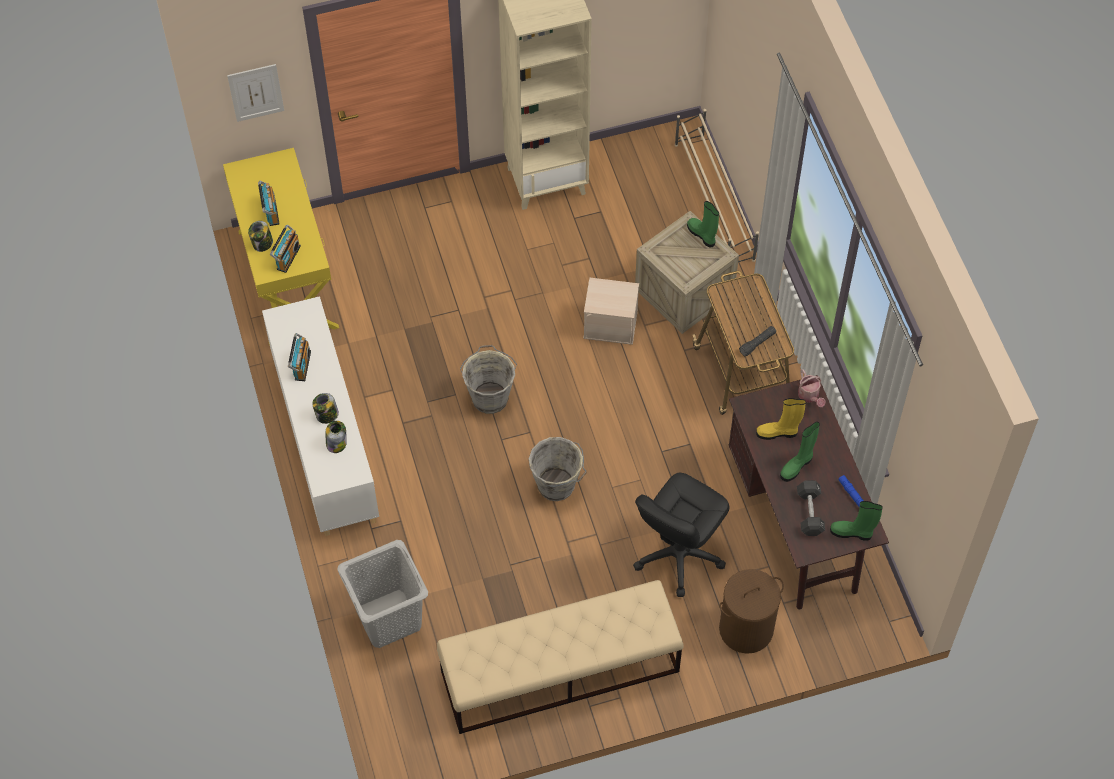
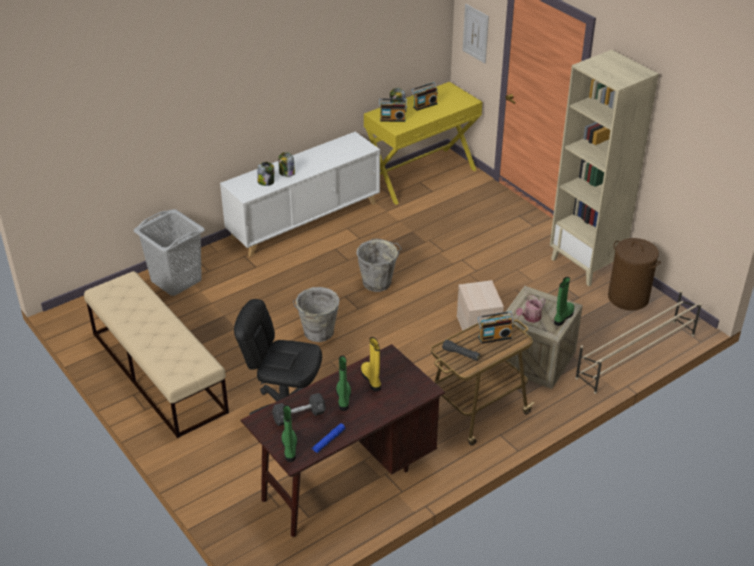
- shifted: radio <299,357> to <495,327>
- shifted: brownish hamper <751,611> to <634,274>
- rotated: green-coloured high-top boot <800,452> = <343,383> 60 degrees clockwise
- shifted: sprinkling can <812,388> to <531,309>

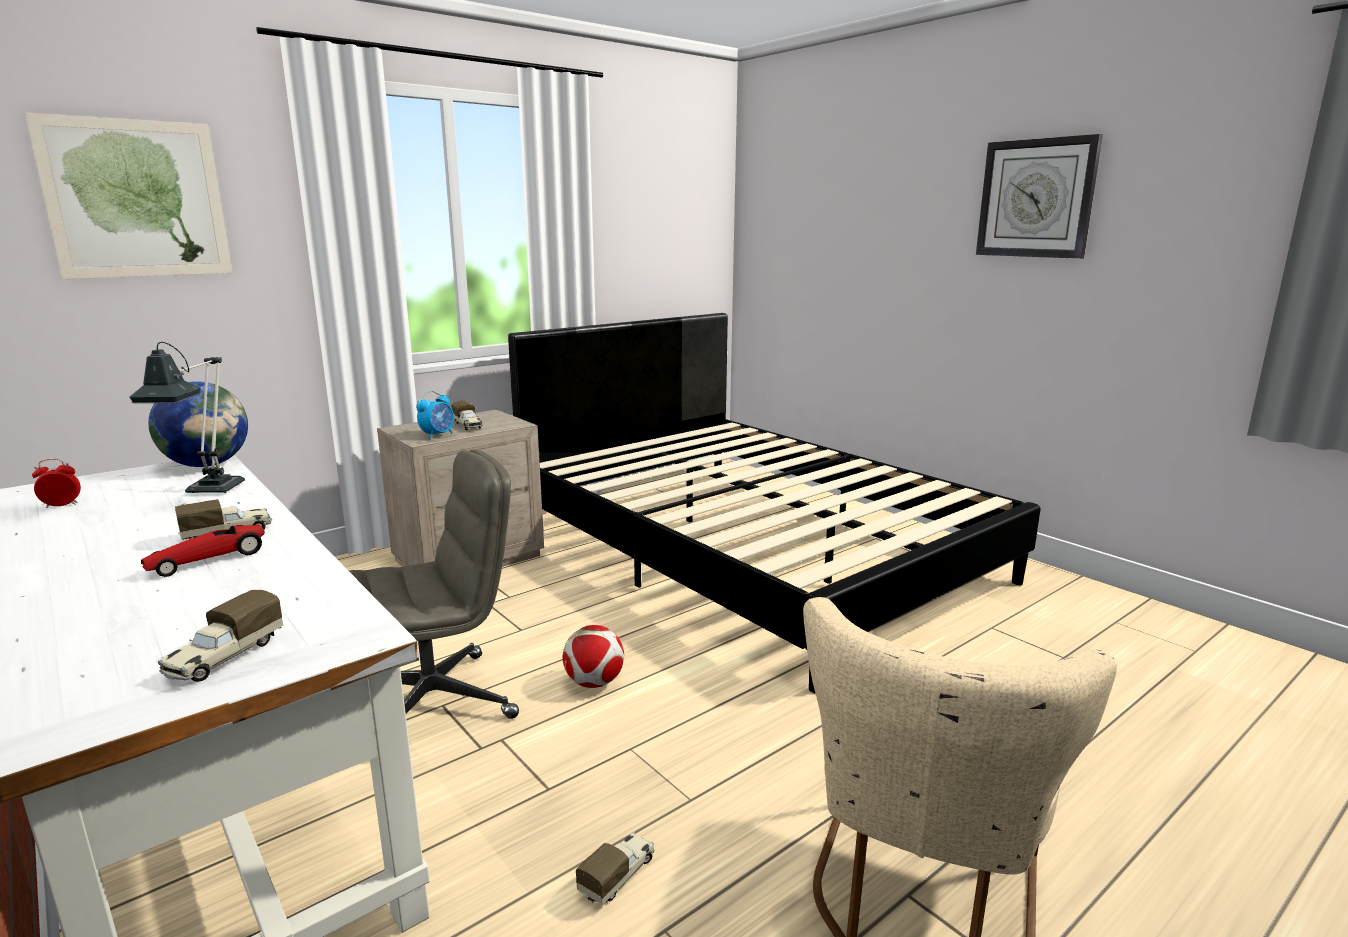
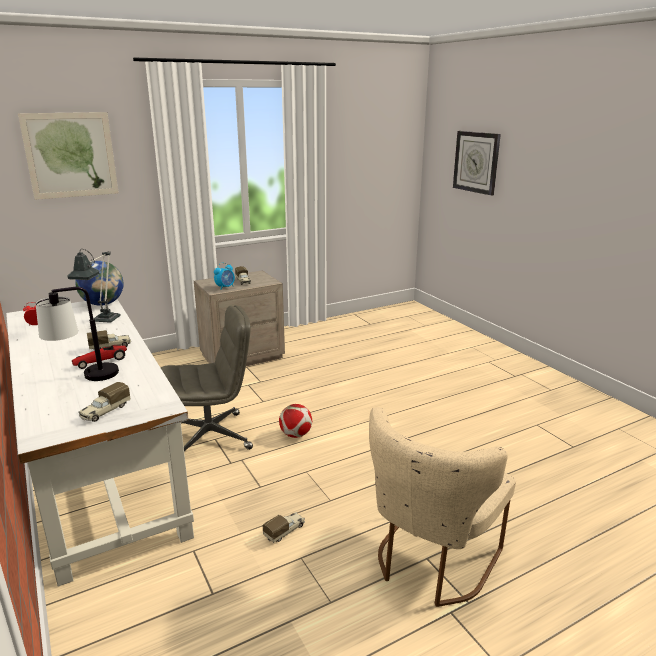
- gone: black sleeping bed <774,503>
- shifted: hanging clock <1039,196> to <477,163>
- new: tabletop lamp <77,334>

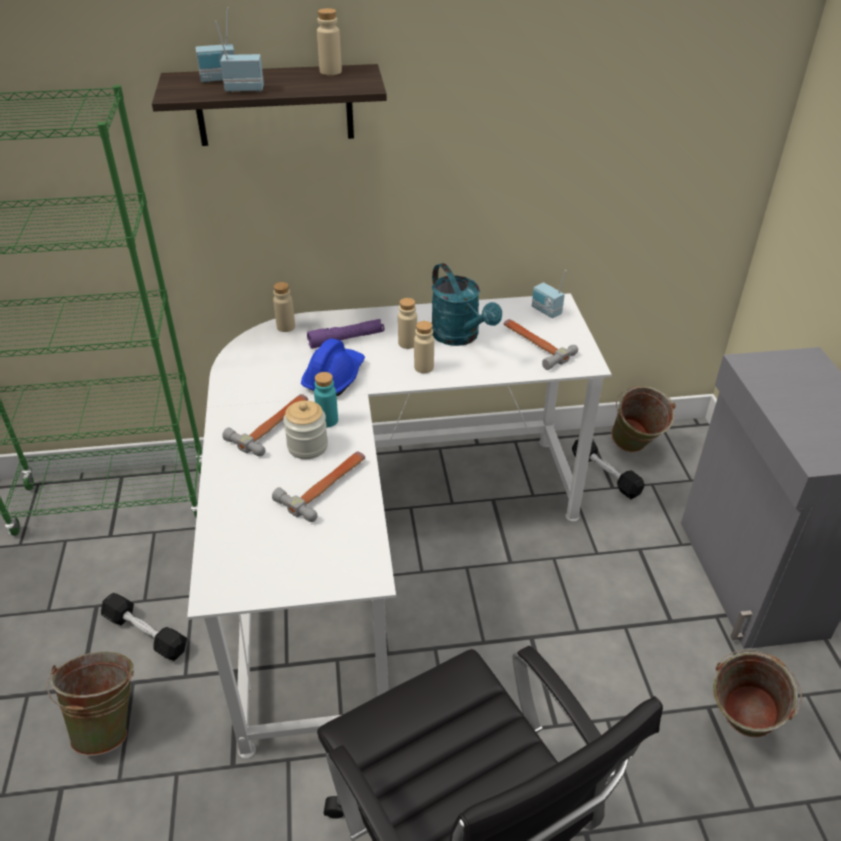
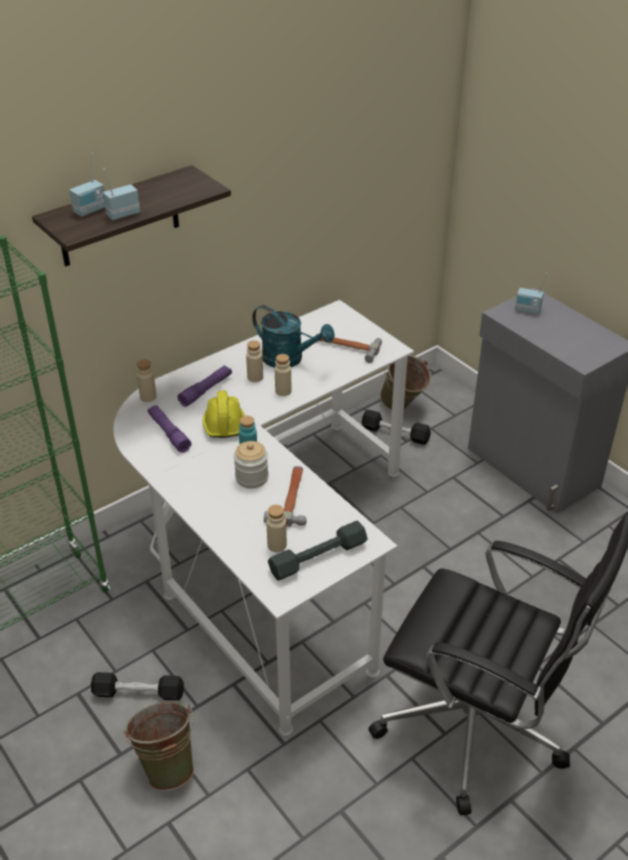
- gone: hammer <265,425>
- repainted: blue hard hat <333,367> to yellow-coloured hard hat <223,414>
- shifted: beige-coloured drink bottle <329,41> to <276,528>
- shifted: radio <549,294> to <531,293>
- gone: green-coloured water bucket <757,693>
- new: purplish torch <169,429>
- new: greyish free weight <318,550>

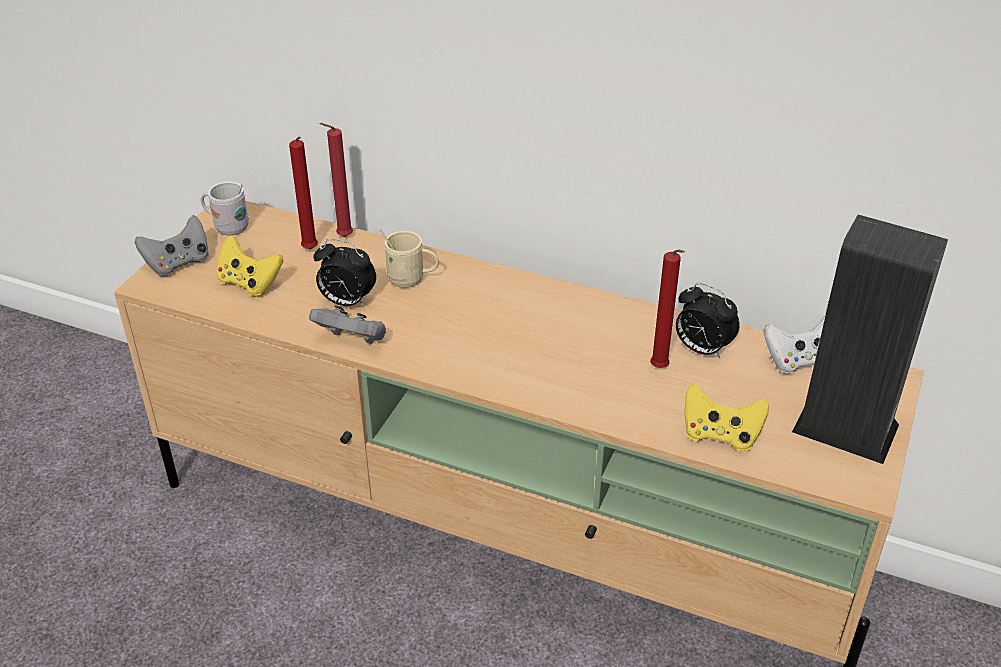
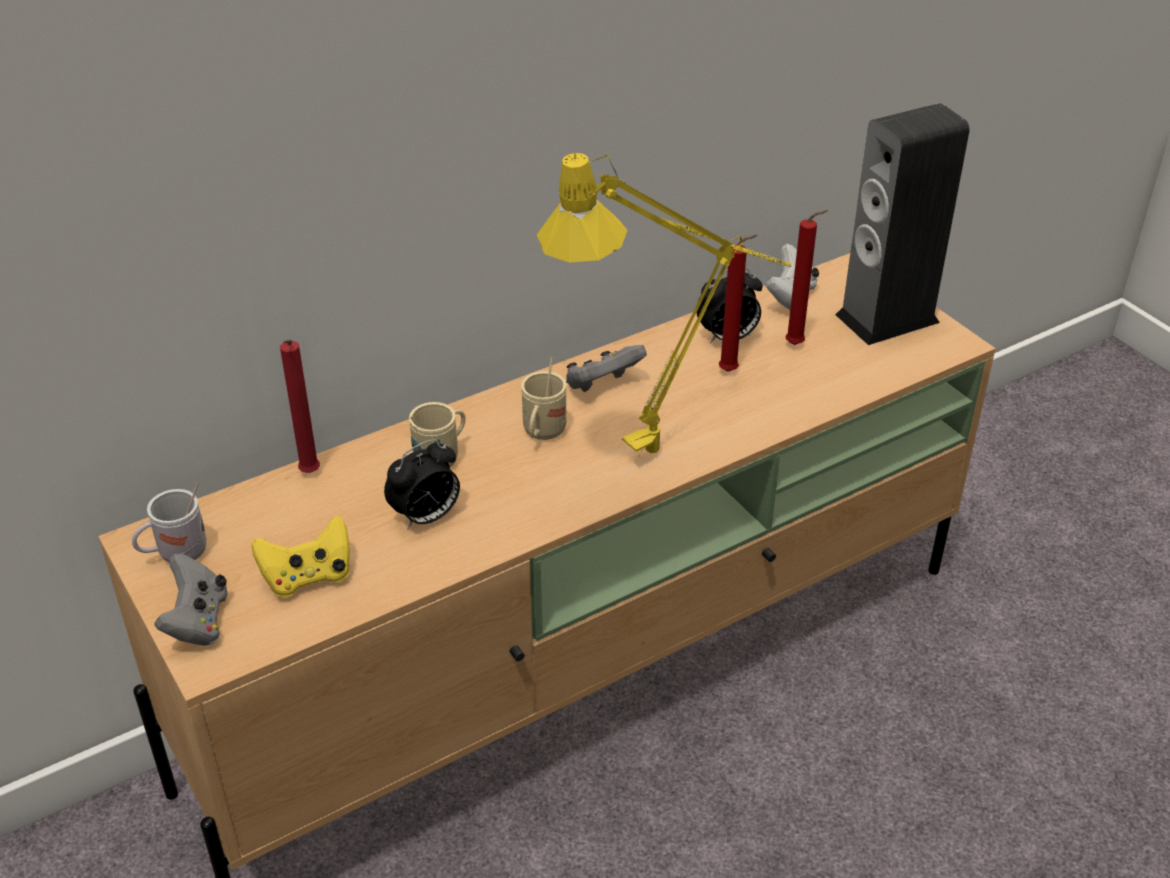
- shifted: red candle <303,193> to <806,277>
- shifted: greyish game controller <347,325> to <606,368>
- gone: yellow-coloured game controller <727,417>
- new: beige-coloured tea mug <544,398>
- new: yellow-coloured tabletop lamp <664,305>

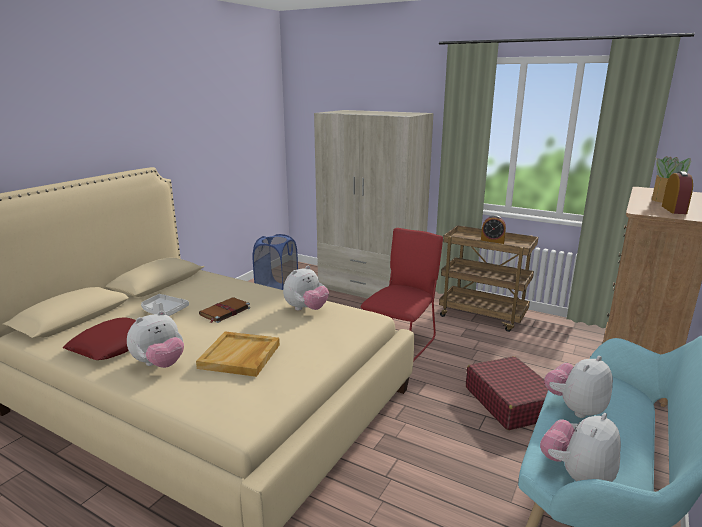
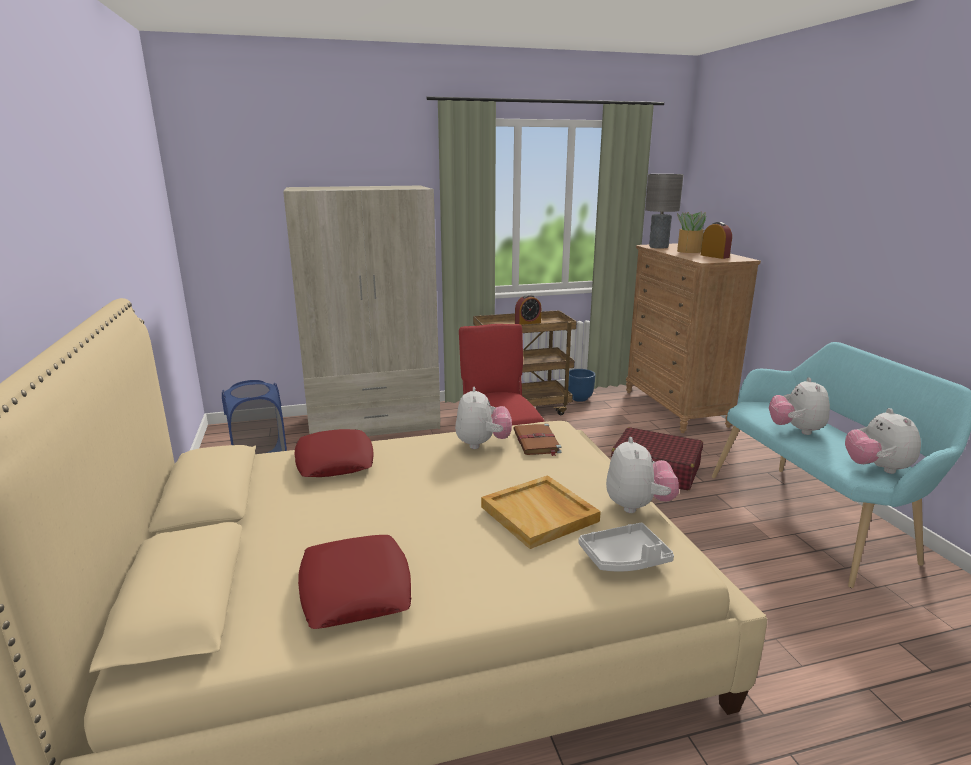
- shifted: plush toy <155,339> to <642,475>
- shifted: greyish carrying tray <165,305> to <626,547>
- shifted: brownish volume <224,310> to <537,439>
- new: red cushion <334,453>
- new: blue planter <581,385>
- new: greyish tabletop lamp <664,211>

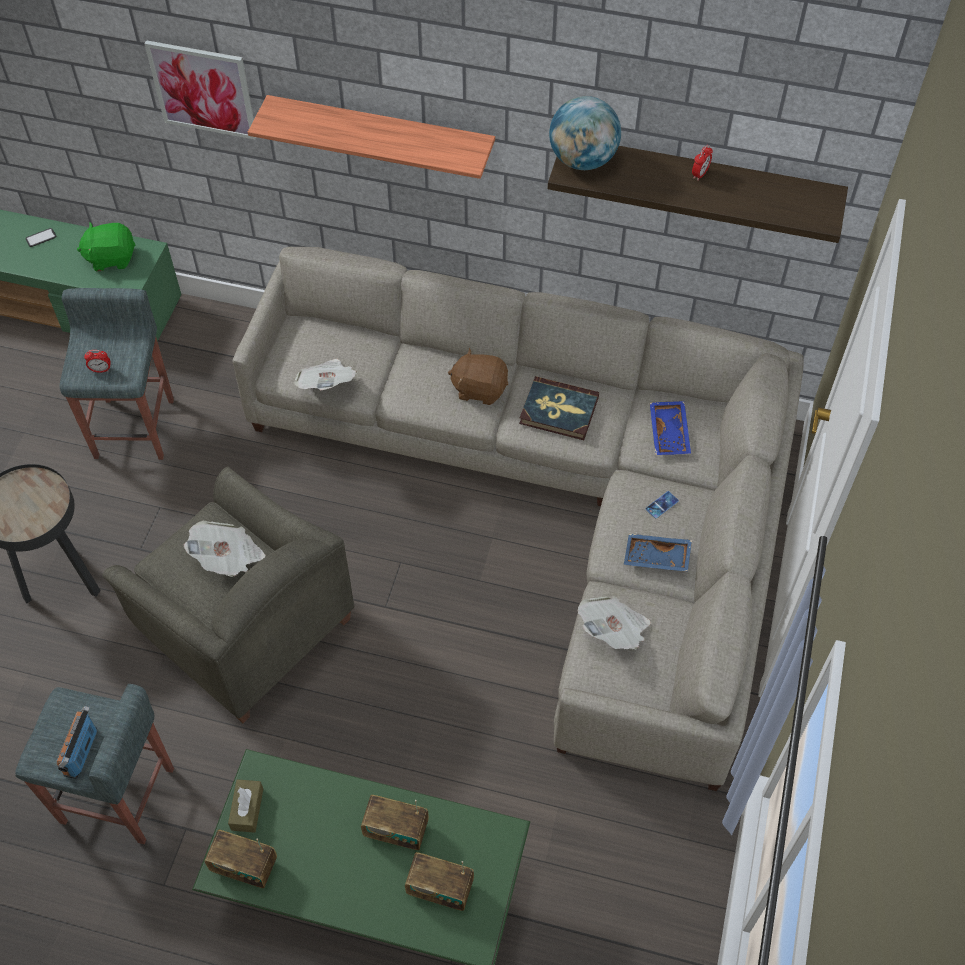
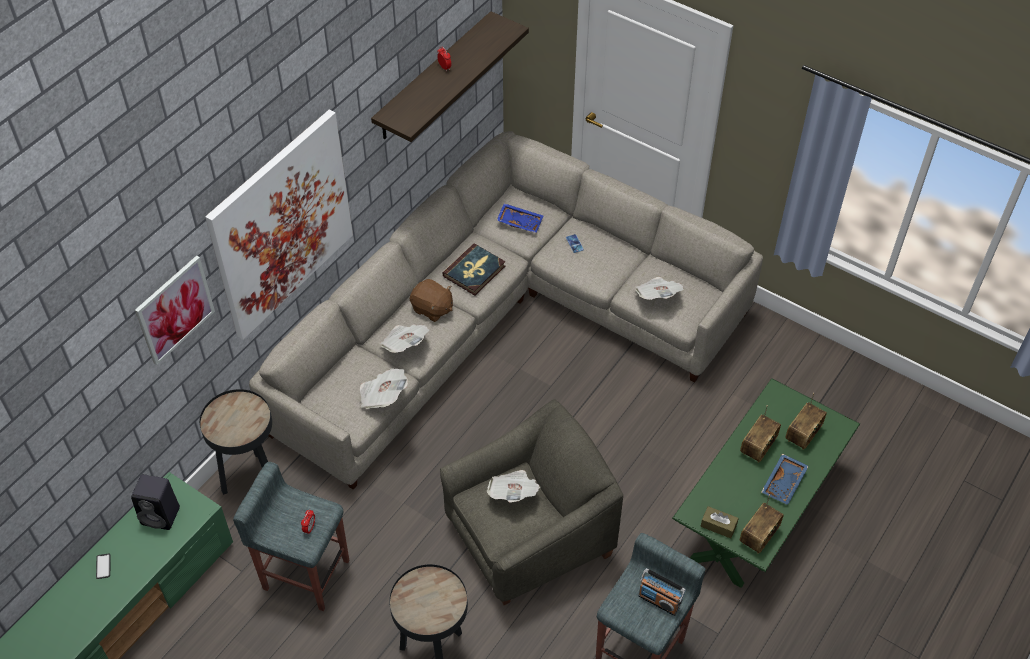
- swapped: green-coloured plush toy <106,246> to black loudspeaker <155,502>
- swapped: shelf <371,137> to wall art <279,225>
- rotated: brownish plush toy <478,376> = <431,300> 90 degrees counterclockwise
- gone: world globe <585,133>
- shifted: blue carrying tray <658,553> to <785,479>
- new: black accent table <235,442>
- new: printed paper <404,338>

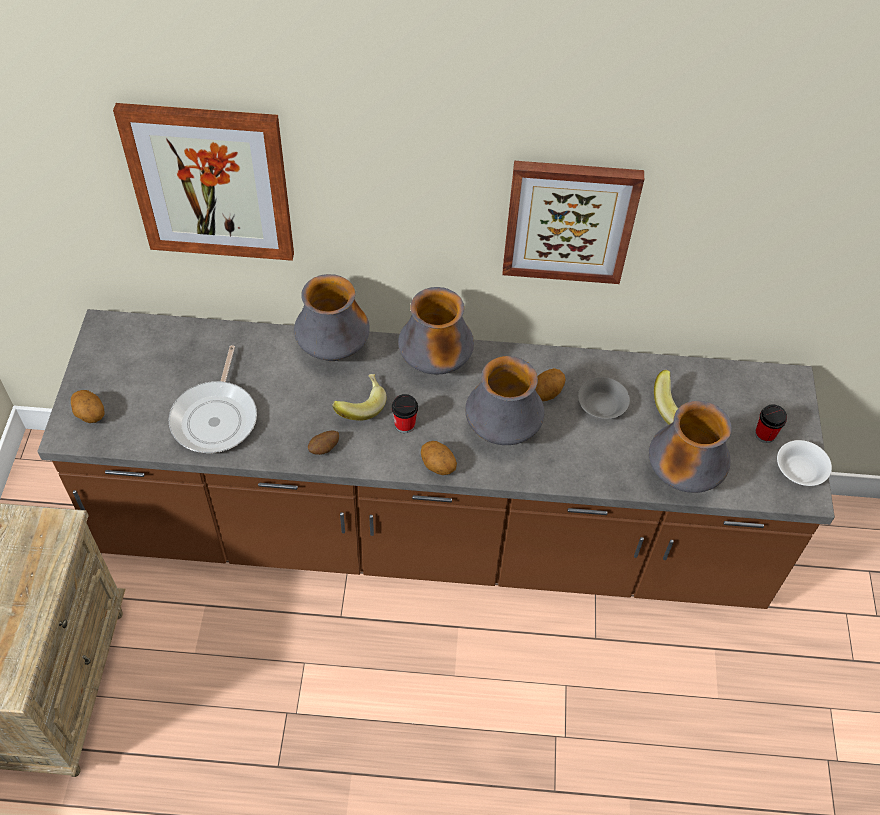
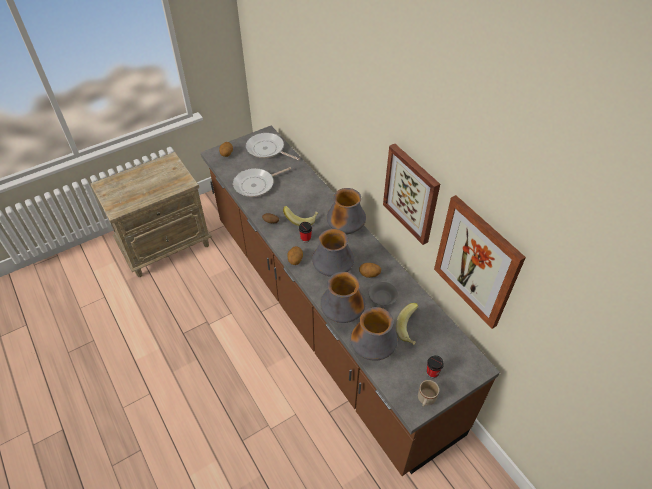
- shifted: wall art <203,182> to <480,262>
- shifted: decorative vase <332,317> to <343,297>
- swapped: white serving bowl <804,463> to beige-coloured tea mug <428,393>
- new: skillet <273,146>

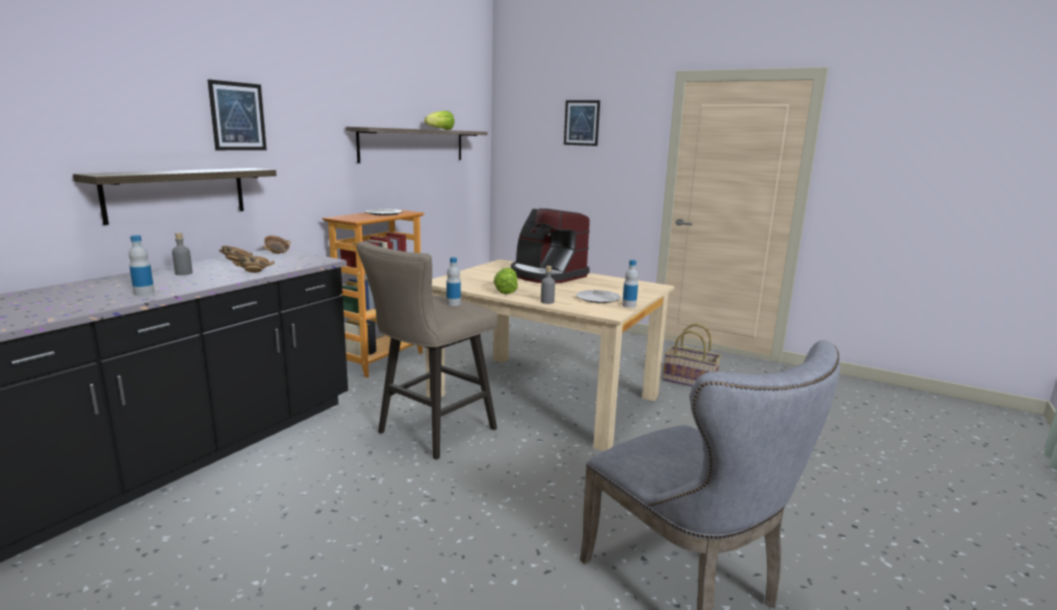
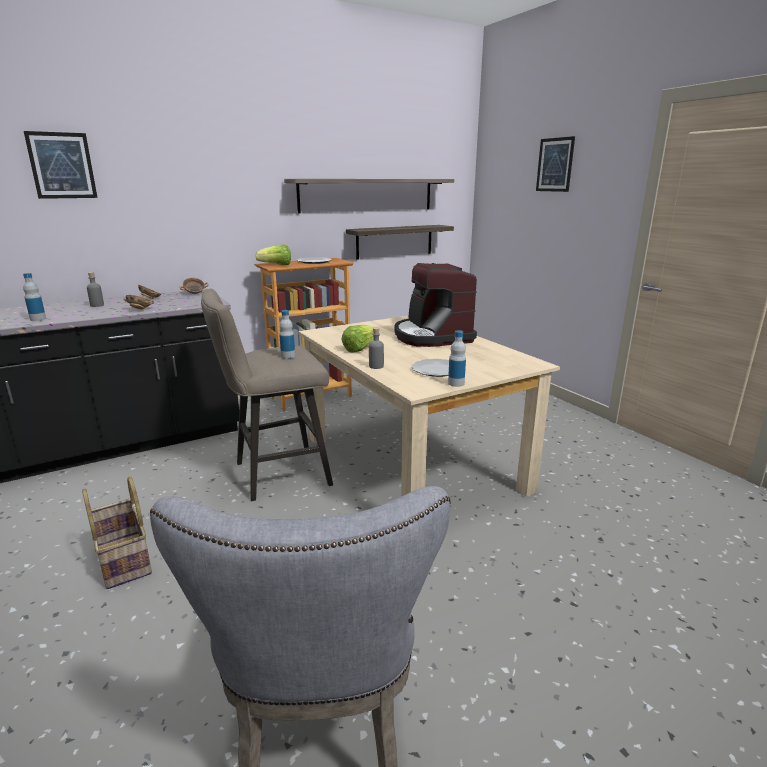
- shifted: shelf <174,196> to <400,242>
- shifted: wall art <237,114> to <61,165>
- shifted: lettuce <439,120> to <273,254>
- shifted: basket <692,355> to <117,532>

